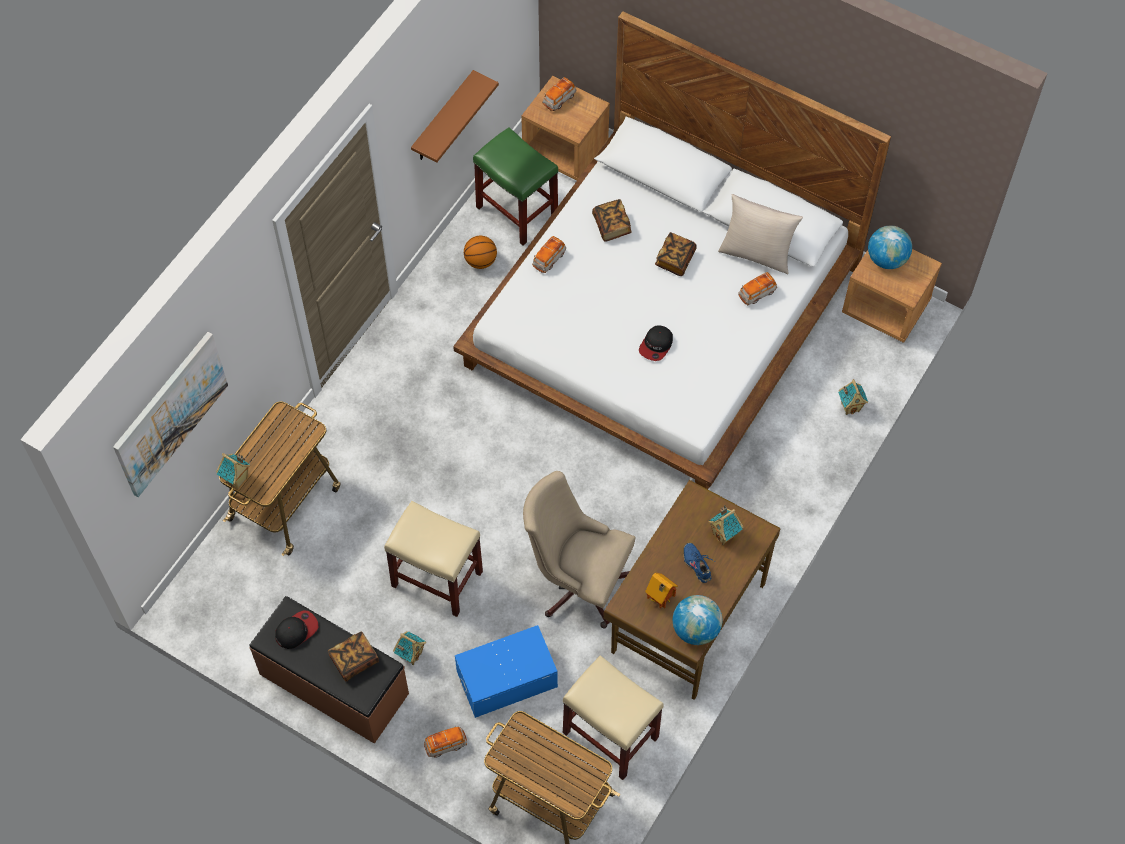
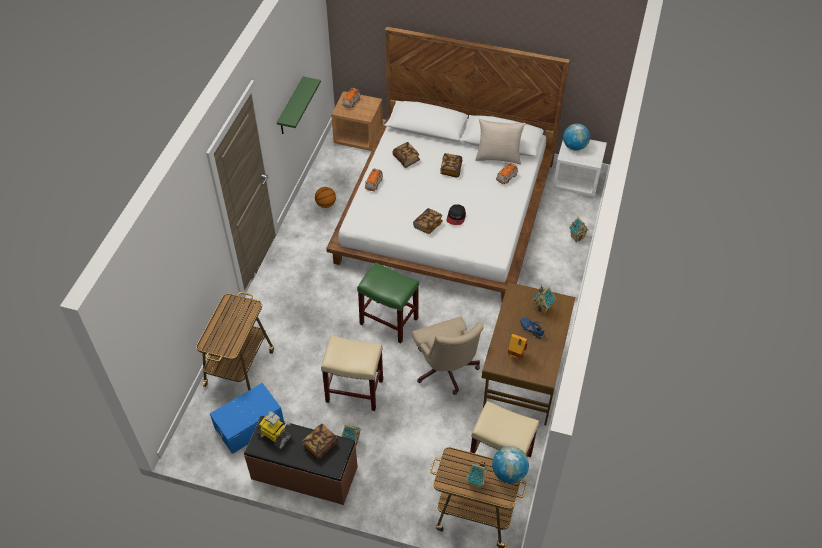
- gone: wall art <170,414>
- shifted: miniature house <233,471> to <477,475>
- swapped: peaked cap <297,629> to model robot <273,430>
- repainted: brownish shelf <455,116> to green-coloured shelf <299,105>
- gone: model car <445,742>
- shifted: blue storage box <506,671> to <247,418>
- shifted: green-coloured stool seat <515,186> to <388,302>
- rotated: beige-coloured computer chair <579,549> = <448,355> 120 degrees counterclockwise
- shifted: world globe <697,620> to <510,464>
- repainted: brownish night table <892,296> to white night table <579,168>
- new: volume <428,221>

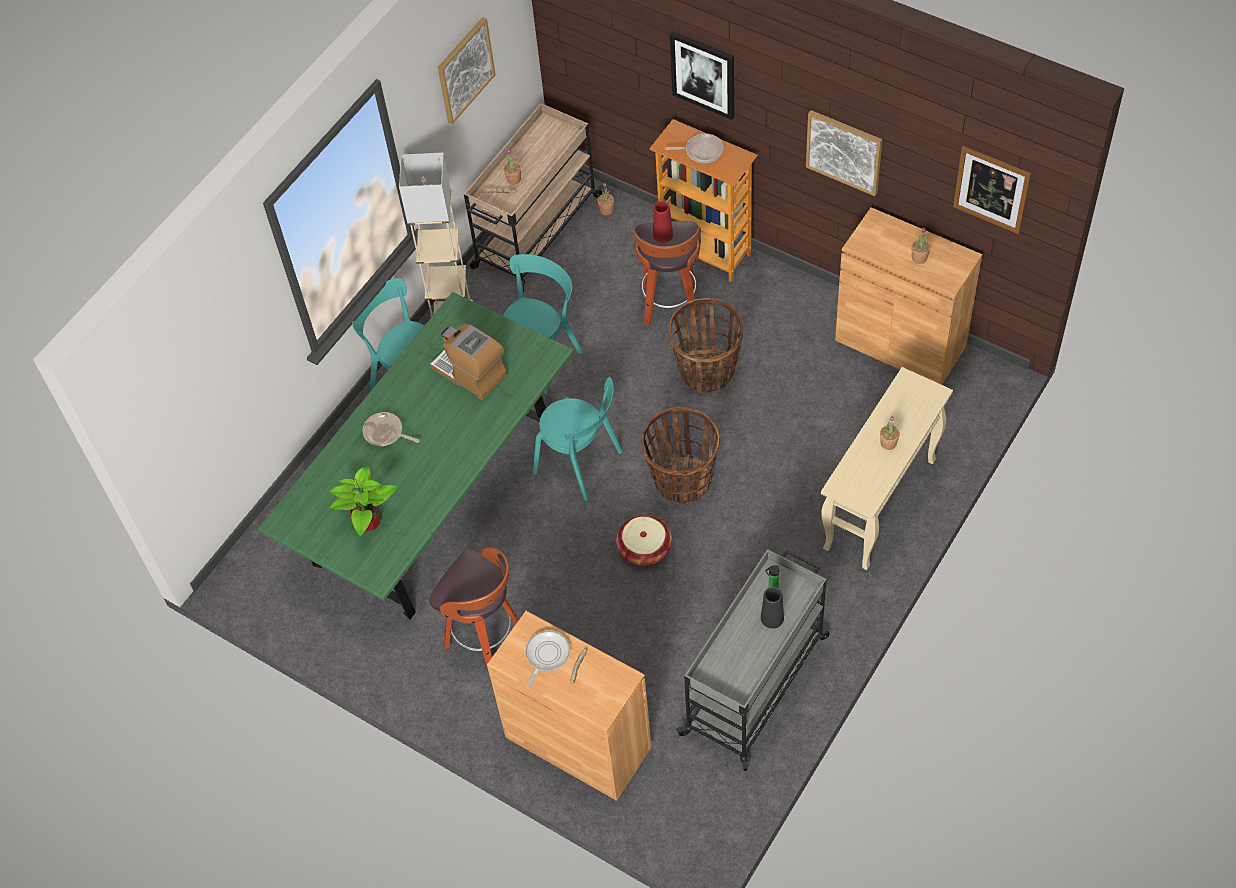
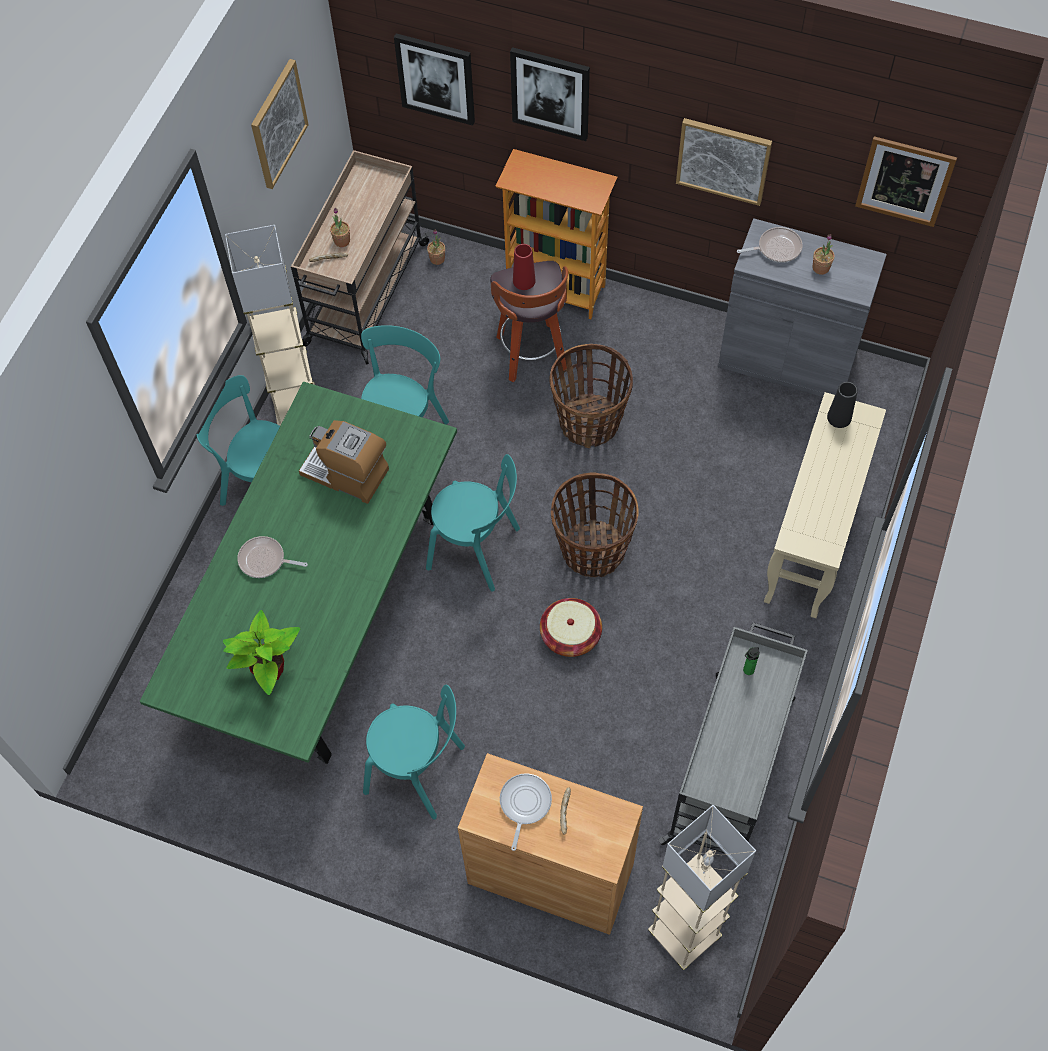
- swapped: stool seat <474,609> to blue-green chair <414,752>
- shifted: skillet <694,148> to <770,245>
- shifted: black decorative vase <772,608> to <842,405>
- repainted: brownish cabinet <908,296> to greyish cabinet <802,307>
- gone: plant in a pot <890,433>
- new: wall art <434,79>
- new: beige-coloured floor lamp <702,887>

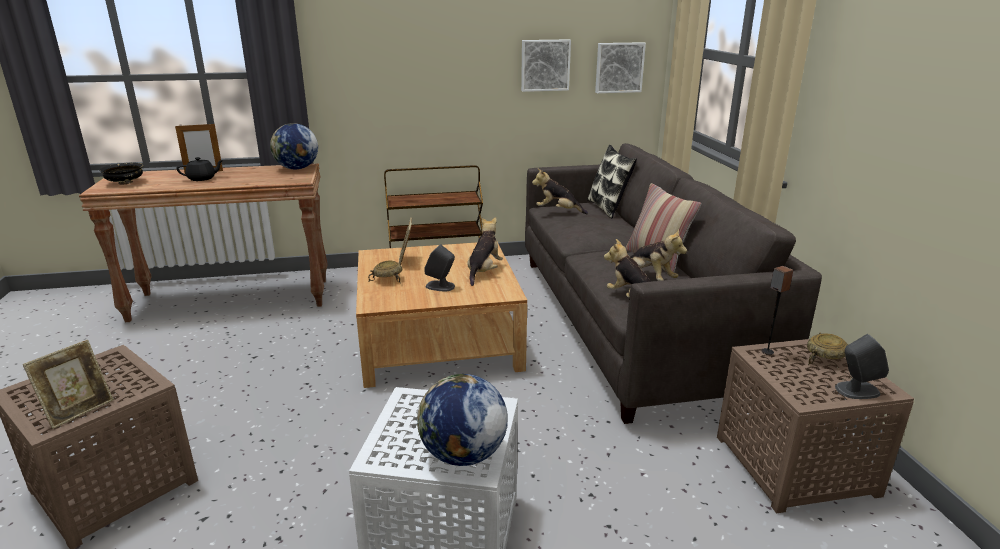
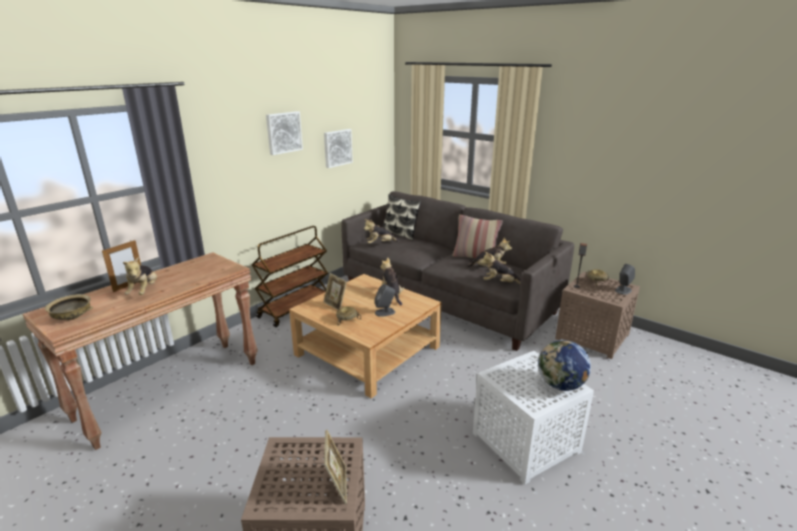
- repainted: black serving bowl <121,174> to beige-coloured serving bowl <69,307>
- swapped: black teapot <199,169> to plush toy <140,276>
- gone: world globe <294,146>
- shifted: wall art <620,67> to <284,133>

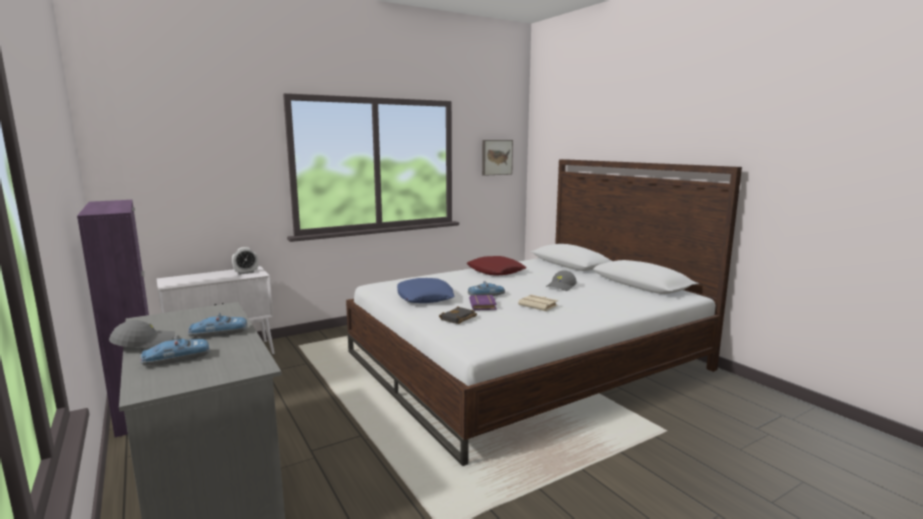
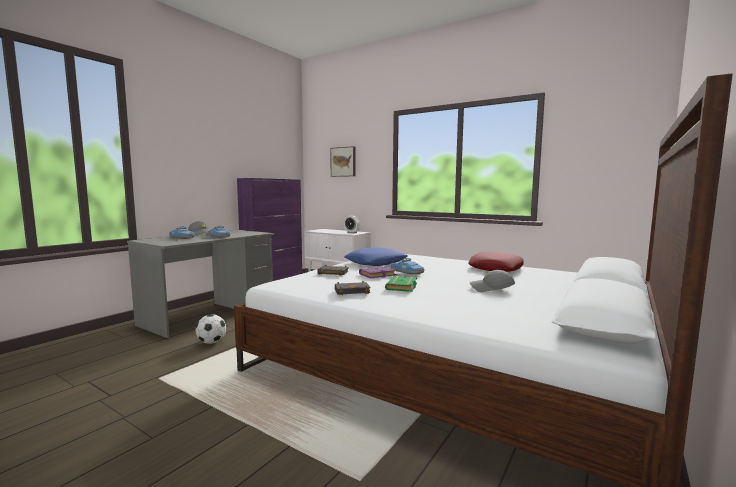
- shifted: wall art <497,158> to <342,161>
- repainted: beige-coloured volume <538,303> to green-coloured volume <401,284>
- new: football ball <210,329>
- new: black volume <353,288>

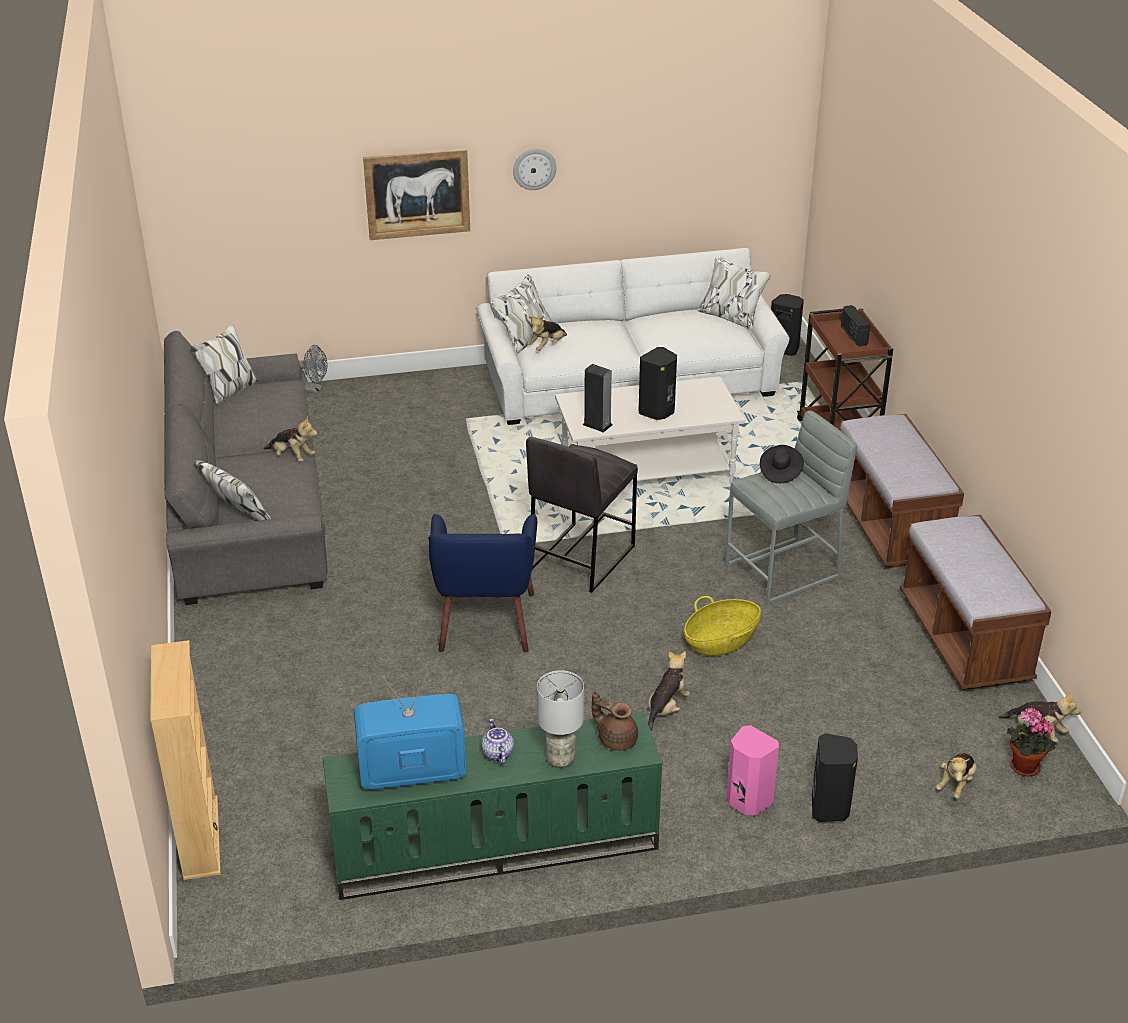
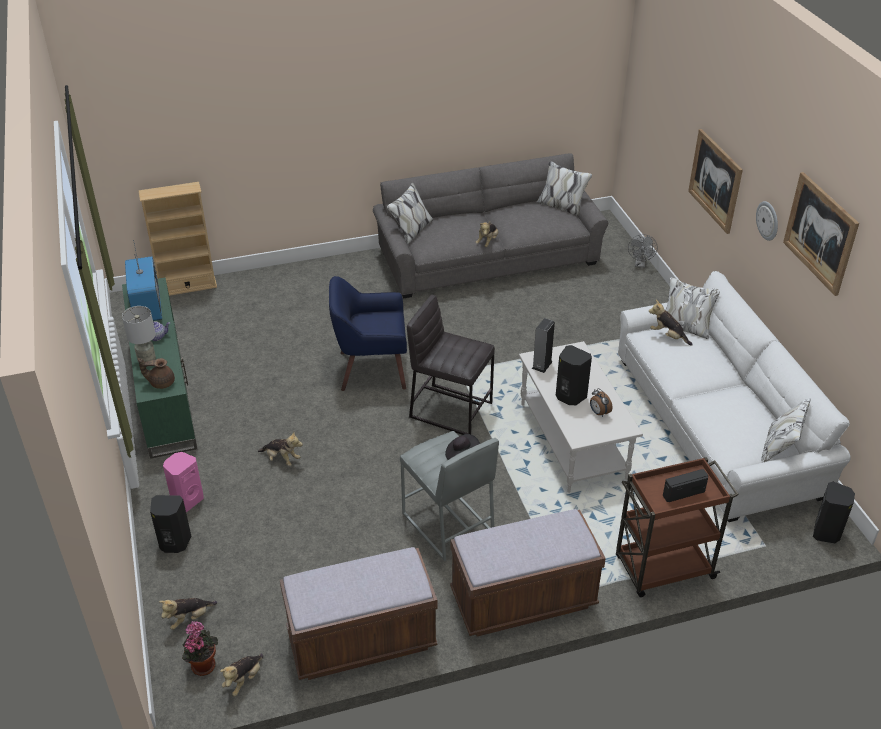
- rotated: brownish teapot <615,721> = <156,373> 120 degrees counterclockwise
- gone: basket <722,626>
- rotated: plush toy <956,776> = <188,614> 60 degrees counterclockwise
- new: table clock <601,402>
- new: wall art <821,234>

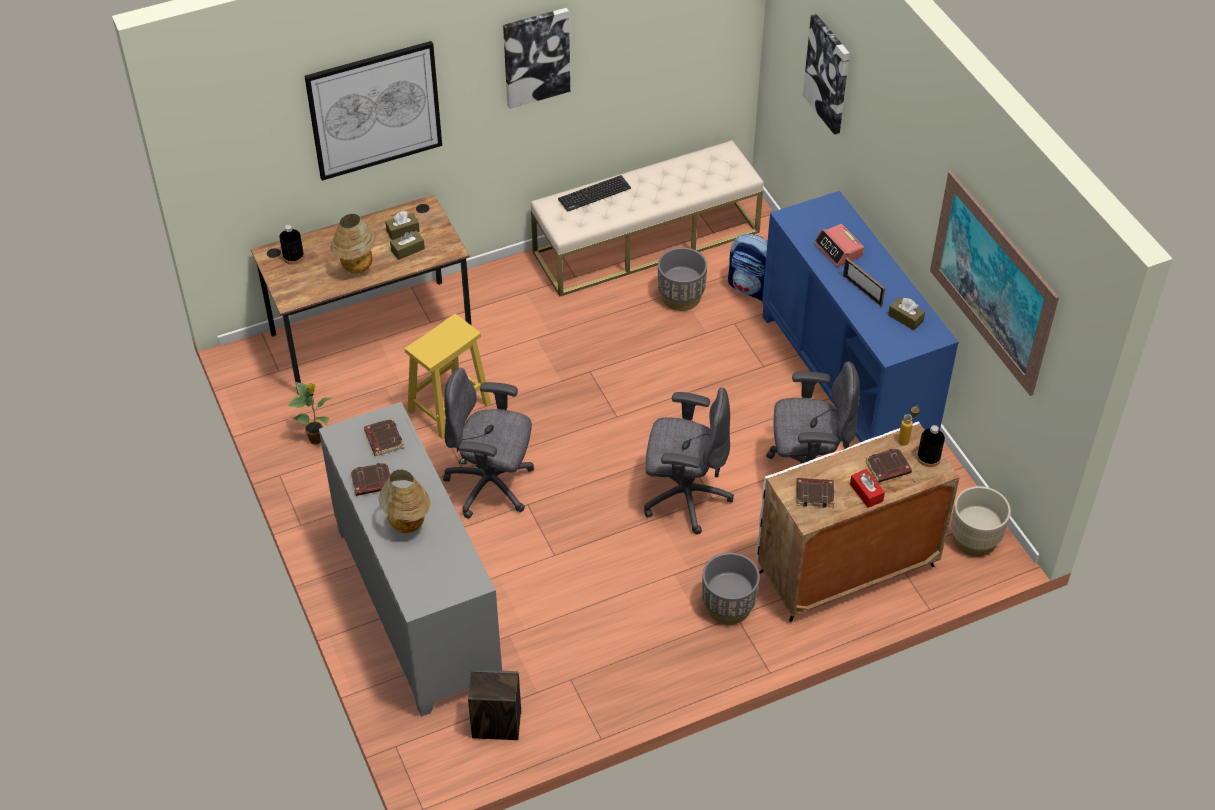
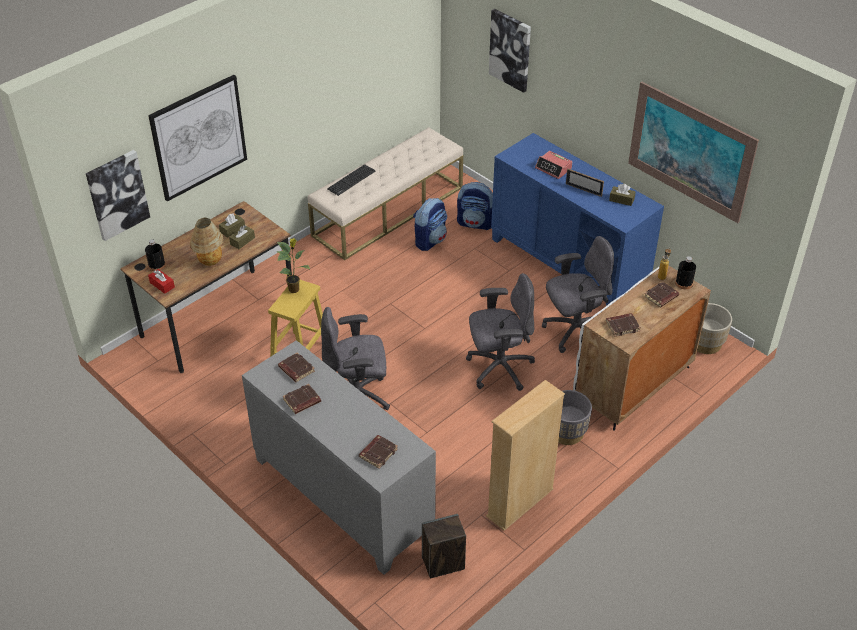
- shifted: plant in a pot <309,413> to <293,265>
- gone: tabletop lamp <404,501>
- shifted: wall art <536,58> to <118,195>
- swapped: greyish planter <682,279> to knapsack <430,224>
- shifted: red box of tissues <867,488> to <161,281>
- new: brownish volume <378,452>
- new: beige-coloured shelving unit <525,455>

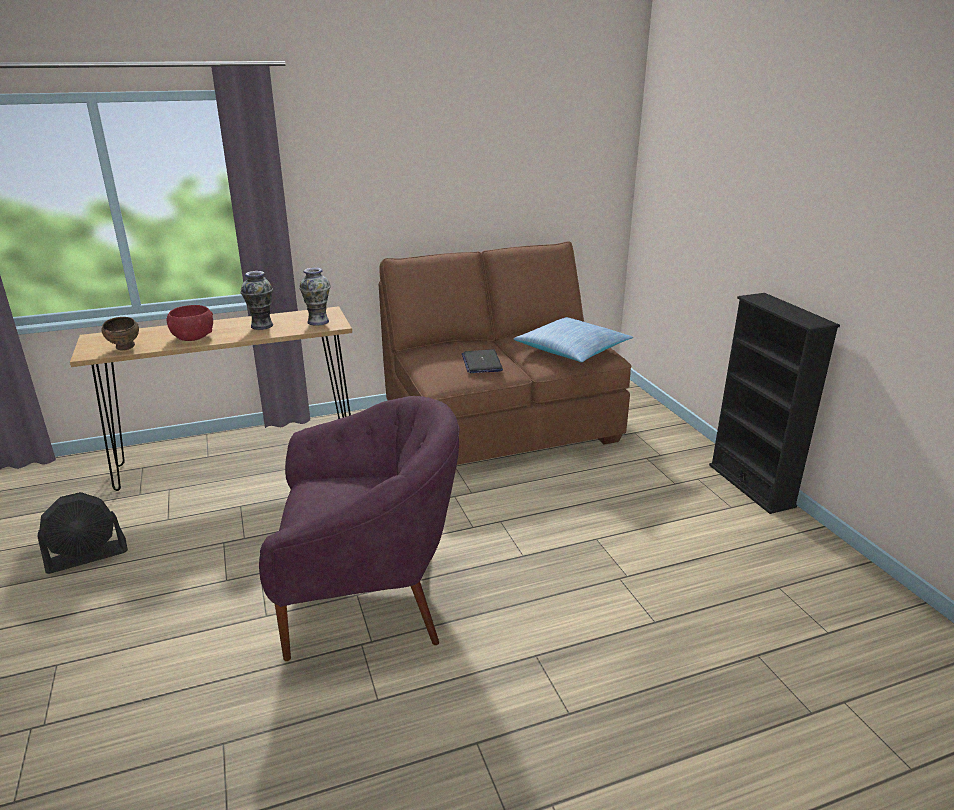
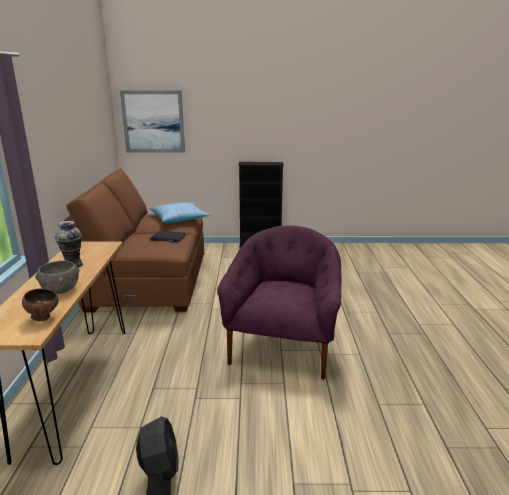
- repainted: red serving bowl <190,323> to greyish serving bowl <57,277>
- gone: decorative vase <315,296>
- new: wall art <152,121>

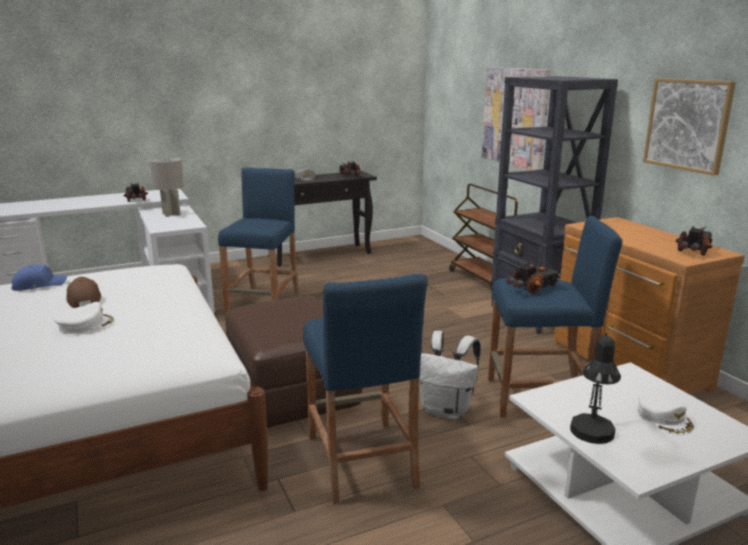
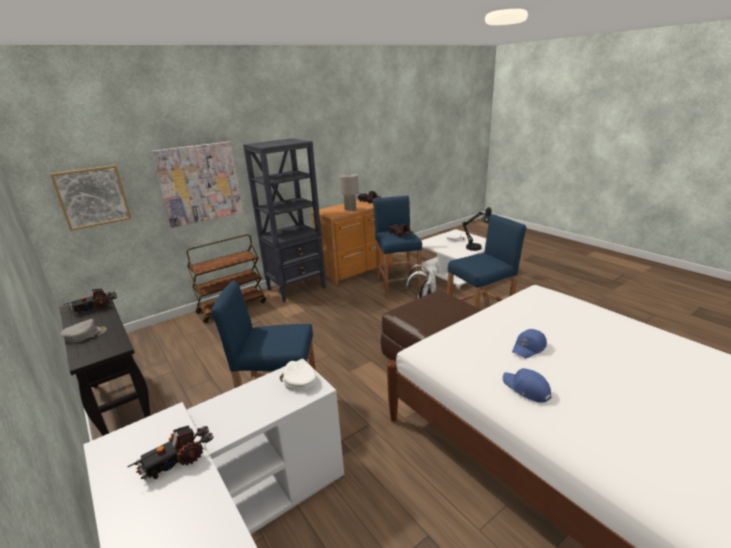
- shifted: white peaked cap <84,318> to <298,376>
- repainted: brownish peaked cap <83,292> to blue peaked cap <529,343>
- shifted: greyish tabletop lamp <167,187> to <349,192>
- shifted: wall art <689,127> to <91,198>

